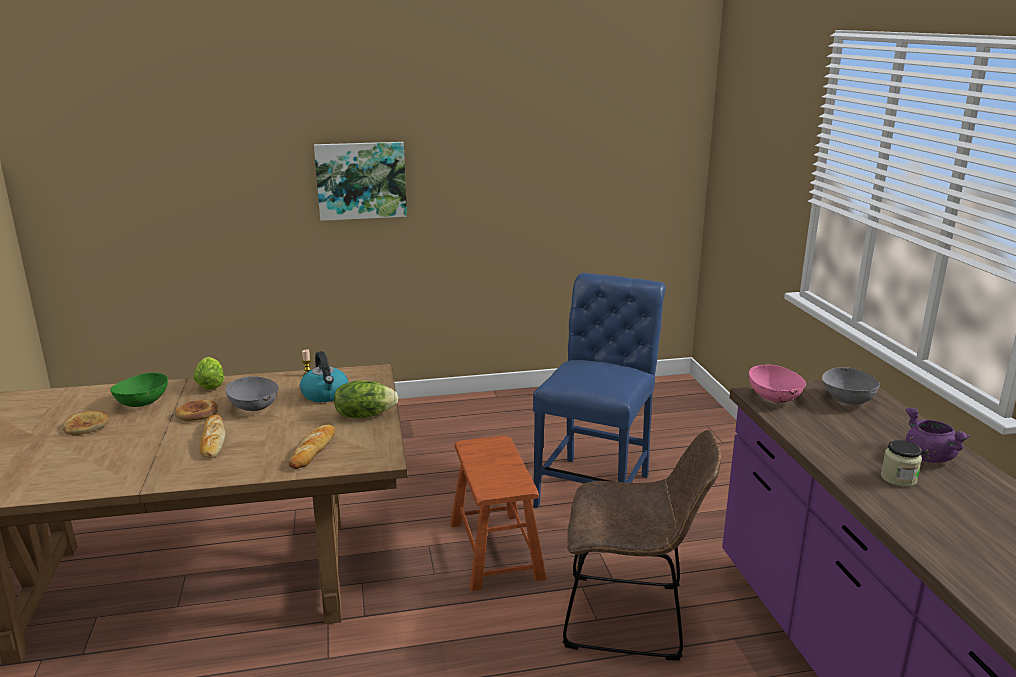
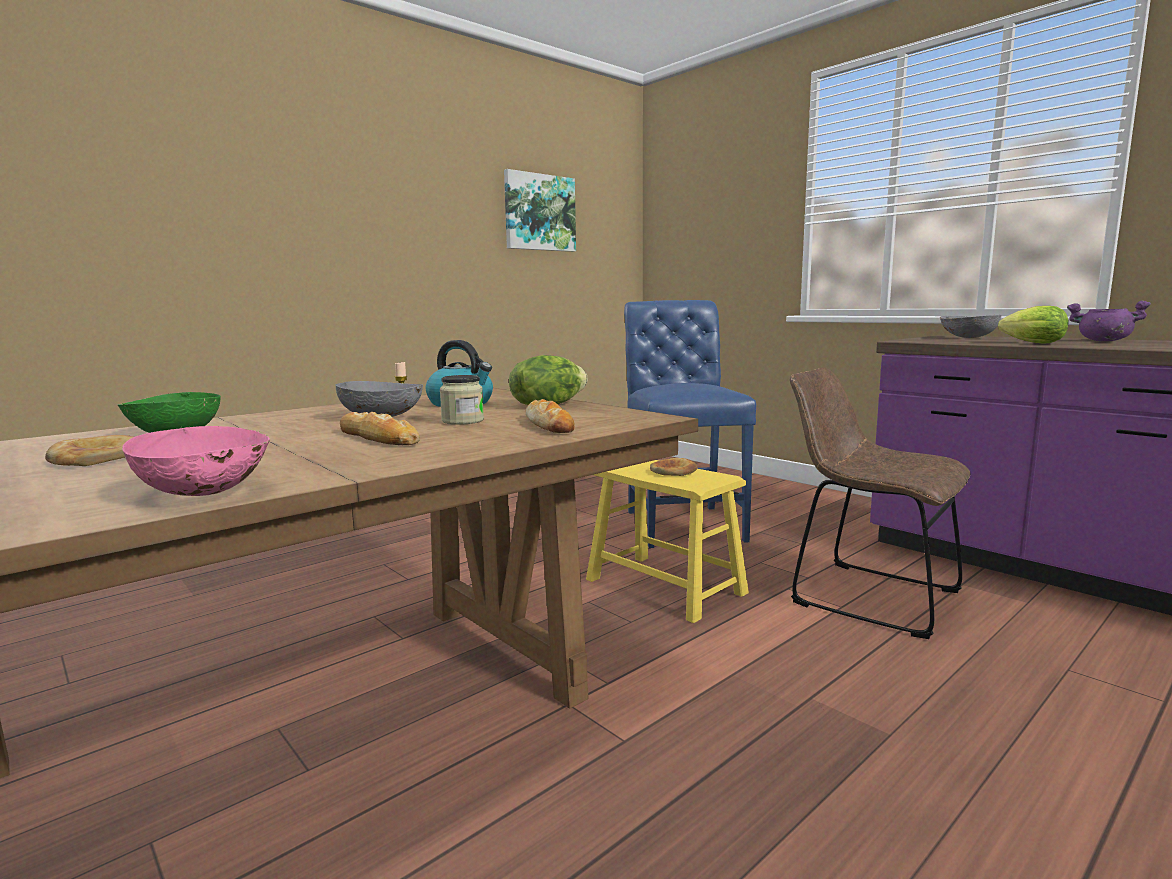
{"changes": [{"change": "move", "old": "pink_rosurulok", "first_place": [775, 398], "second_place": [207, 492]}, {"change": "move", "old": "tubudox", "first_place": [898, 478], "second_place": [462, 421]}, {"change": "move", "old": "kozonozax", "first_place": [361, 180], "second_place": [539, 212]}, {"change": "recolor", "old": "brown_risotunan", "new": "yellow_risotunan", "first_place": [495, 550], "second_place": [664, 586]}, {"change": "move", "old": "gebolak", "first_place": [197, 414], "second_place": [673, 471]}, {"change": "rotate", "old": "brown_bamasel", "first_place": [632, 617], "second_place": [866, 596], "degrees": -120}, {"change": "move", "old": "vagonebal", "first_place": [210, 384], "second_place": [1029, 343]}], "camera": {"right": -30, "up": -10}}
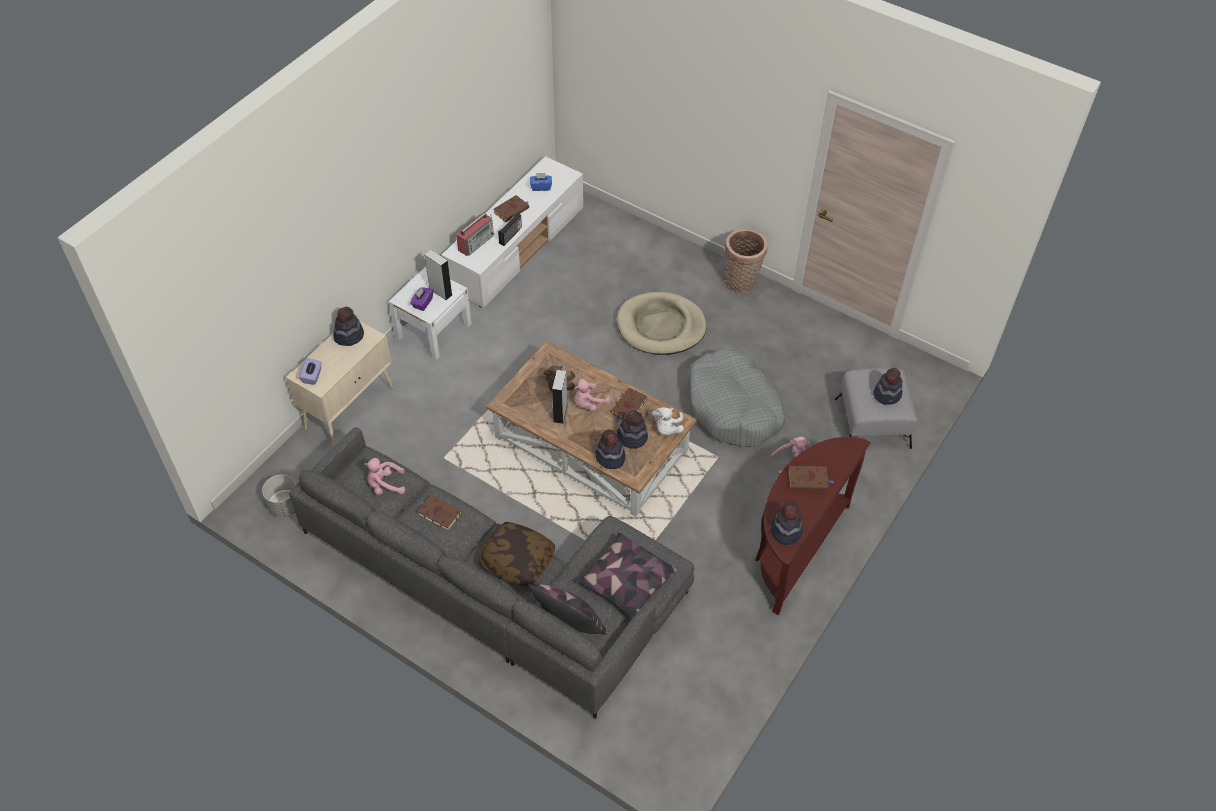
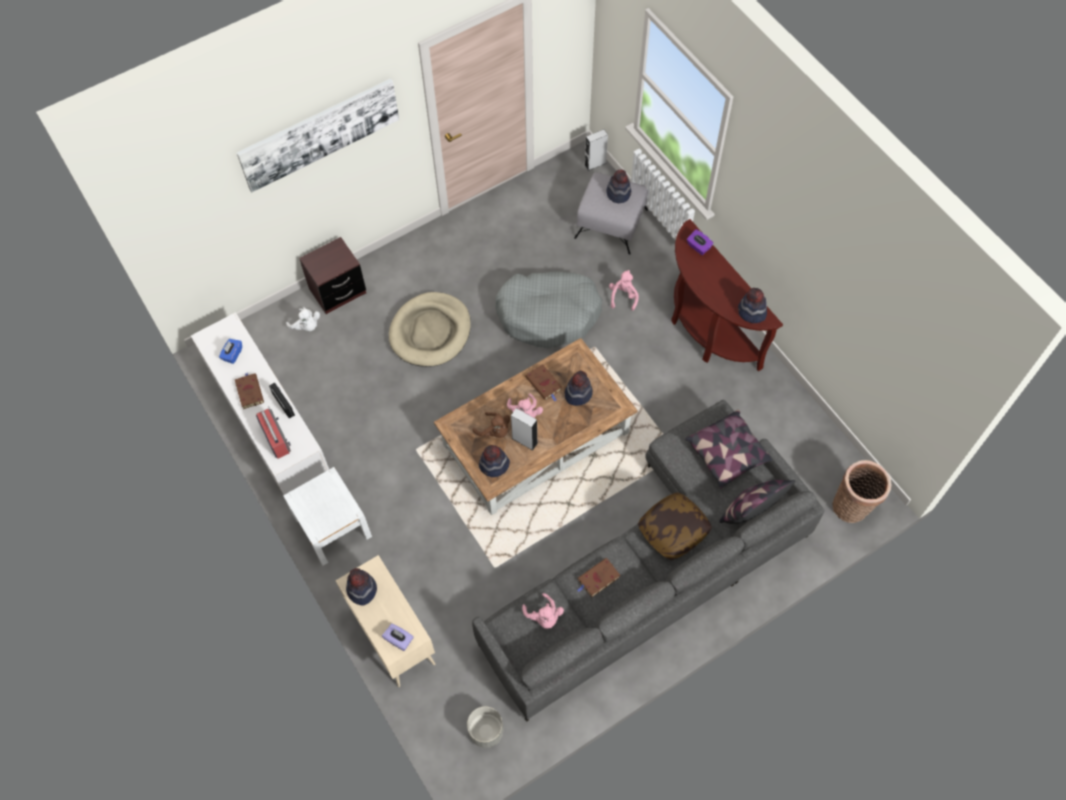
{"changes": [{"change": "insert", "new": "kozonozax", "second_place": [319, 134]}, {"change": "move", "old": "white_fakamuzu", "first_place": [667, 428], "second_place": [306, 326]}, {"change": "insert", "new": "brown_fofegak", "second_place": [338, 291]}, {"change": "move", "old": "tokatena", "first_place": [610, 457], "second_place": [494, 465]}, {"change": "rotate", "old": "pink_fakamuzu", "first_place": [385, 485], "second_place": [544, 616], "degrees": -45}, {"change": "move", "old": "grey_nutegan", "first_place": [440, 292], "second_place": [595, 164]}, {"change": "move", "old": "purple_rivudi", "first_place": [422, 303], "second_place": [698, 247]}, {"change": "move", "old": "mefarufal", "first_place": [741, 283], "second_place": [852, 506]}, {"change": "delete", "old": "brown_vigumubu", "first_place": [809, 479]}], "camera": {"right": -65, "up": 10}}
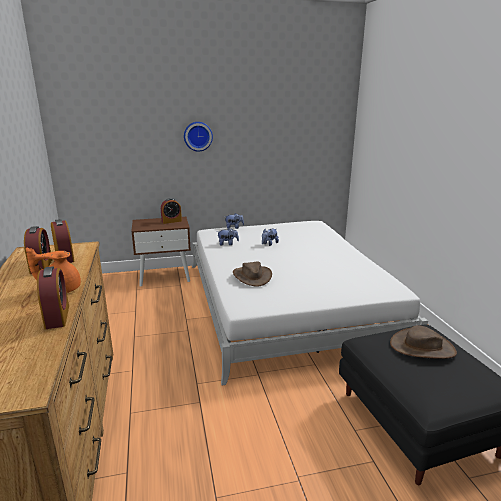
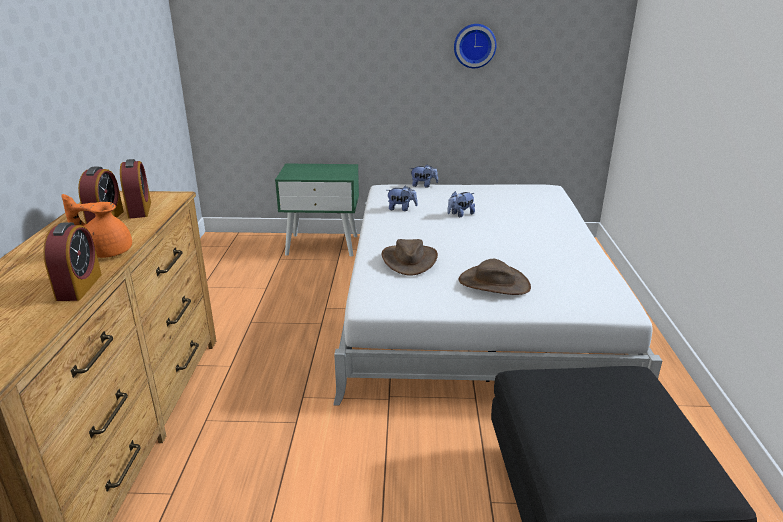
{"changes": [{"change": "recolor", "old": "brown_fofegak", "new": "green_fofegak", "first_place": [164, 276], "second_place": [322, 245]}, {"change": "move", "old": "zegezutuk", "first_place": [198, 136], "second_place": [474, 45]}, {"change": "move", "old": "brown_tokatena", "first_place": [422, 347], "second_place": [494, 283]}, {"change": "delete", "old": "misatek", "first_place": [171, 221]}], "camera": {"right": 15, "up": 5}}
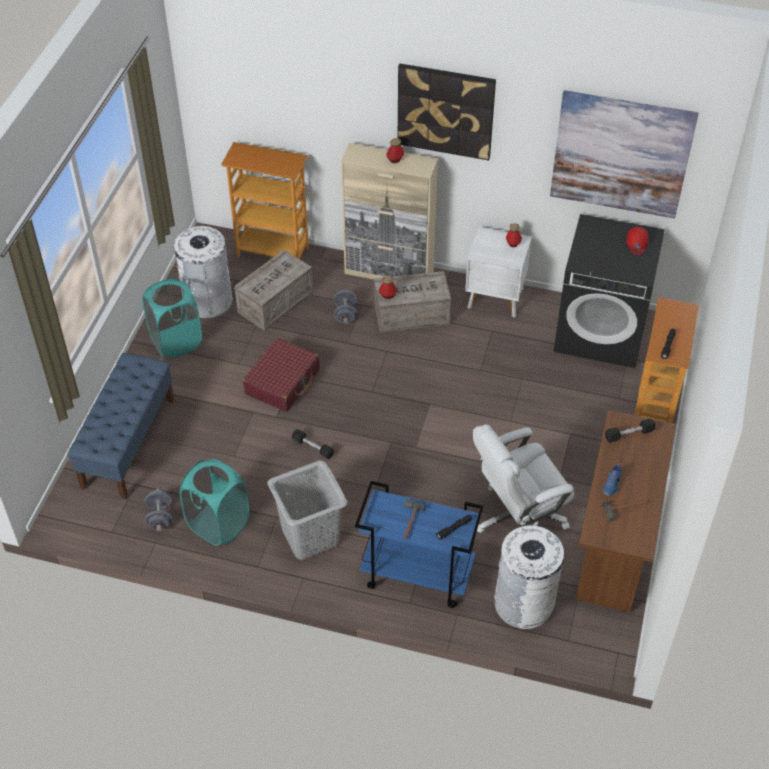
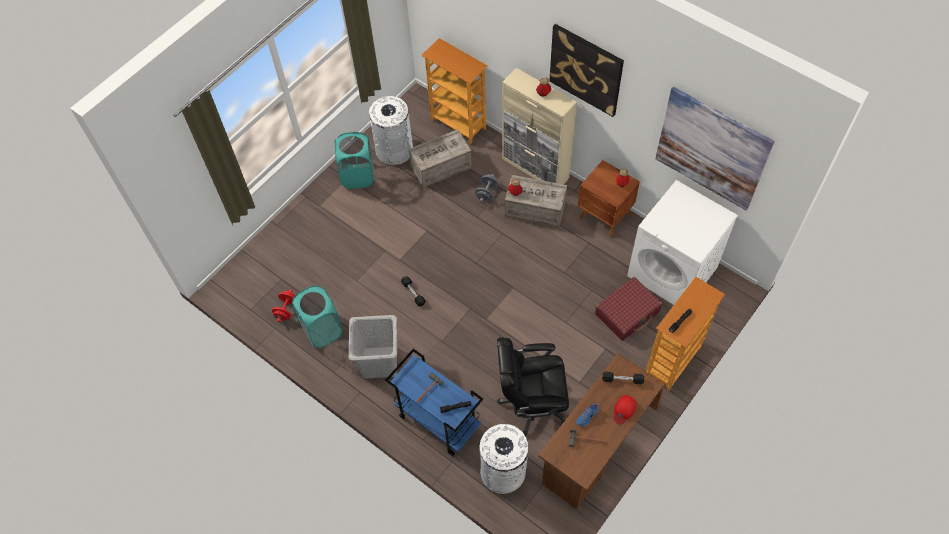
{"changes": [{"change": "recolor", "old": "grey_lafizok", "new": "red_lafizok", "first_place": [160, 517], "second_place": [286, 310]}, {"change": "recolor", "old": "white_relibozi", "new": "black_relibozi", "first_place": [518, 518], "second_place": [532, 403]}, {"change": "recolor", "old": "white_fofegak", "new": "brown_fofegak", "first_place": [496, 299], "second_place": [605, 216]}, {"change": "move", "old": "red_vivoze", "first_place": [282, 382], "second_place": [627, 313]}, {"change": "move", "old": "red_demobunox", "first_place": [637, 243], "second_place": [624, 410]}, {"change": "recolor", "old": "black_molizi", "new": "white_molizi", "first_place": [601, 332], "second_place": [673, 272]}, {"change": "delete", "old": "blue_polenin", "first_place": [128, 443]}], "camera": {"right": 25, "up": 10}}
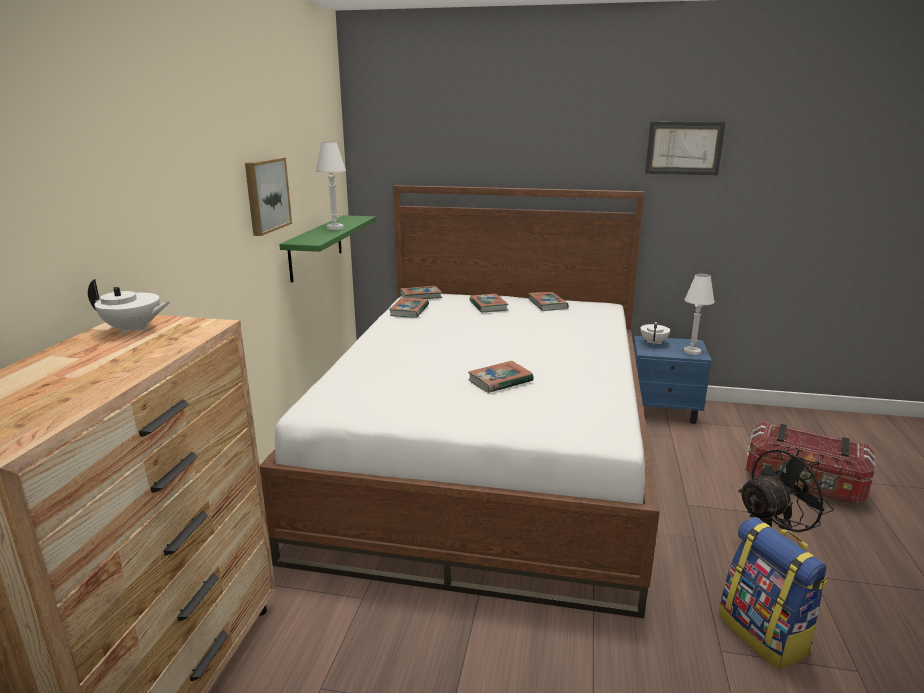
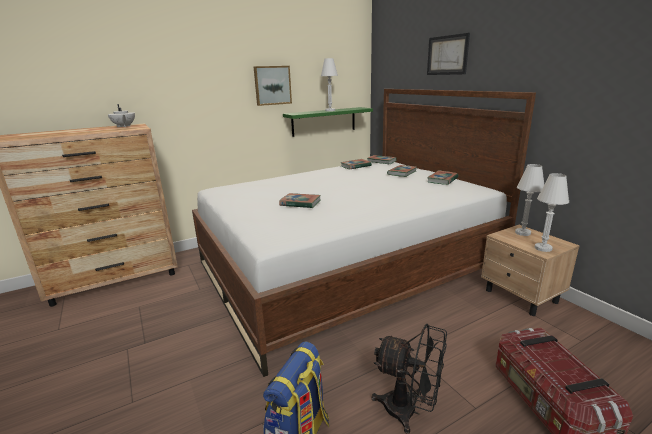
{"changes": [{"change": "move", "old": "kozonozax", "first_place": [684, 148], "second_place": [447, 55]}, {"change": "recolor", "old": "blue_fofegak", "new": "beige_fofegak", "first_place": [664, 411], "second_place": [521, 297]}, {"change": "replace", "old": "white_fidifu", "new": "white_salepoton", "first_place": [654, 343], "second_place": [522, 233]}], "camera": {"right": 50, "up": 0}}
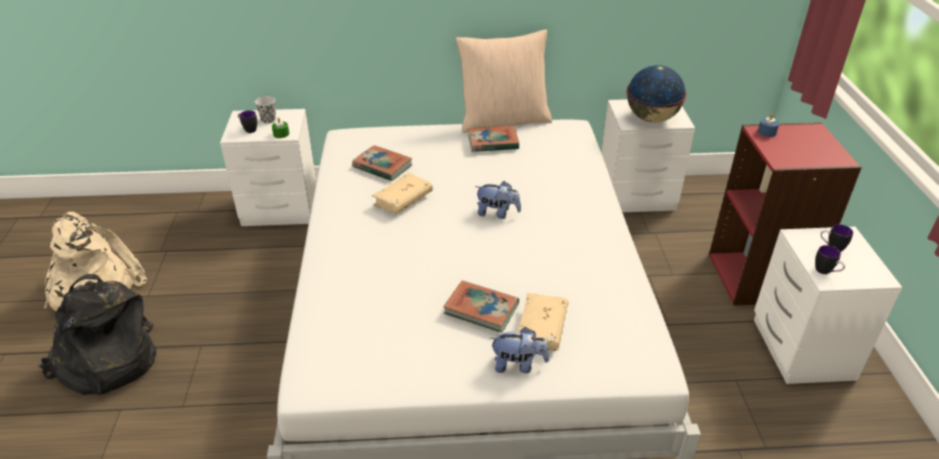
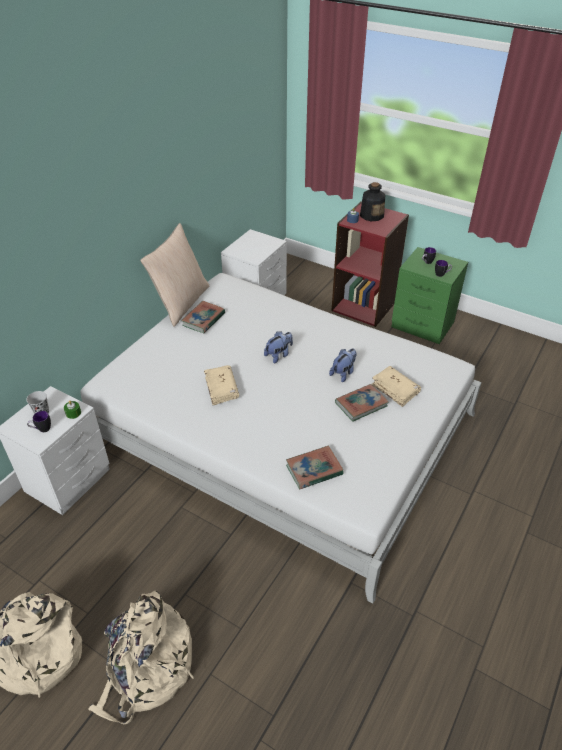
{"changes": [{"change": "recolor", "old": "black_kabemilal", "new": "beige_kabemilal", "first_place": [106, 362], "second_place": [146, 669]}, {"change": "move", "old": "vigumubu", "first_place": [382, 166], "second_place": [314, 470]}, {"change": "move", "old": "fakamuzu", "first_place": [518, 365], "second_place": [343, 373]}, {"change": "insert", "new": "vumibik", "second_place": [371, 215]}, {"change": "recolor", "old": "white_fofegak", "new": "green_fofegak", "first_place": [801, 350], "second_place": [423, 325]}, {"change": "delete", "old": "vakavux", "first_place": [652, 118]}], "camera": {"right": -55, "up": 5}}
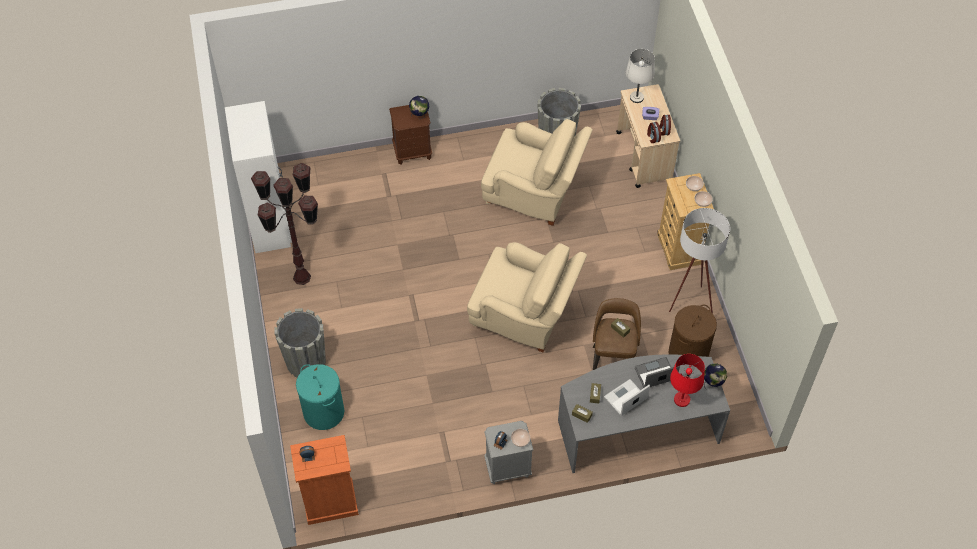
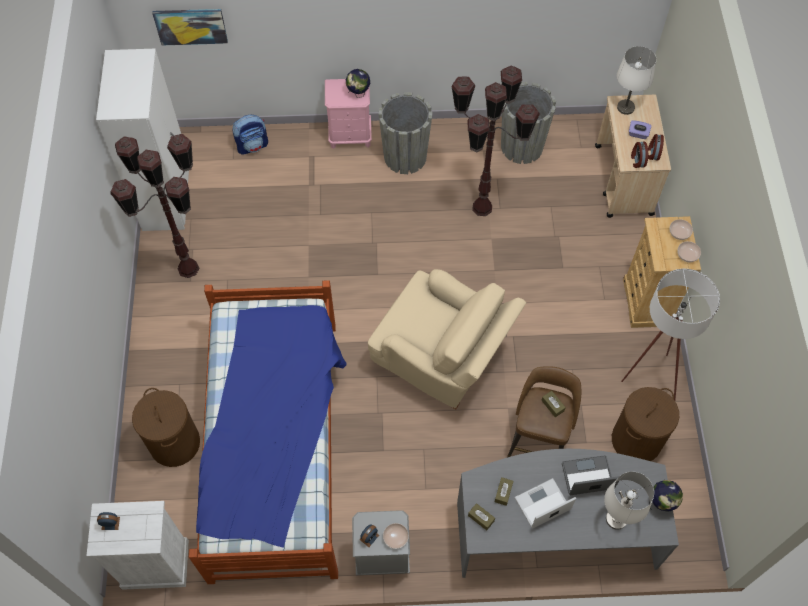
{"changes": [{"change": "recolor", "old": "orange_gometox", "new": "white_gometox", "first_place": [330, 503], "second_place": [155, 564]}, {"change": "recolor", "old": "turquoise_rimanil", "new": "brown_rimanil", "first_place": [323, 412], "second_place": [174, 443]}, {"change": "insert", "new": "kozonozax", "second_place": [190, 26]}, {"change": "insert", "new": "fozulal", "second_place": [277, 446]}, {"change": "insert", "new": "kabemilal", "second_place": [252, 145]}, {"change": "recolor", "old": "brown_fofegak", "new": "pink_fofegak", "first_place": [412, 152], "second_place": [350, 135]}, {"change": "move", "old": "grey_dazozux", "first_place": [306, 362], "second_place": [405, 157]}, {"change": "replace", "old": "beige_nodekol", "new": "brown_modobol", "first_place": [534, 195], "second_place": [482, 208]}, {"change": "recolor", "old": "red_salepoton", "new": "white_salepoton", "first_place": [682, 399], "second_place": [616, 519]}], "camera": {"right": 10, "up": 5}}
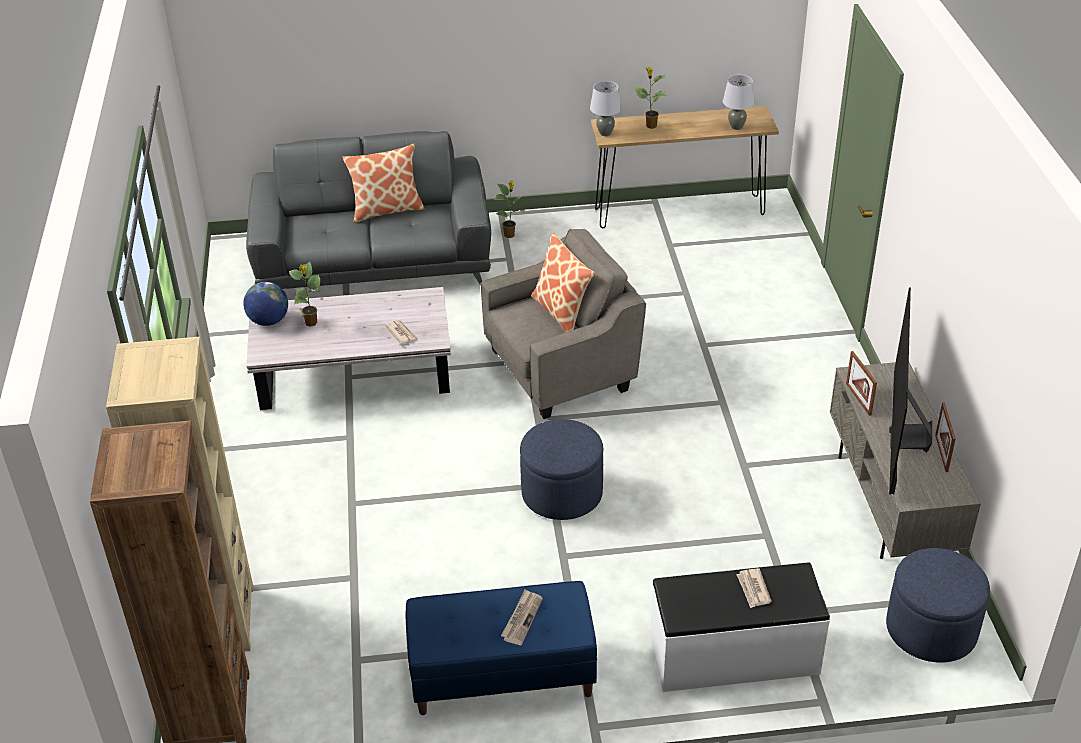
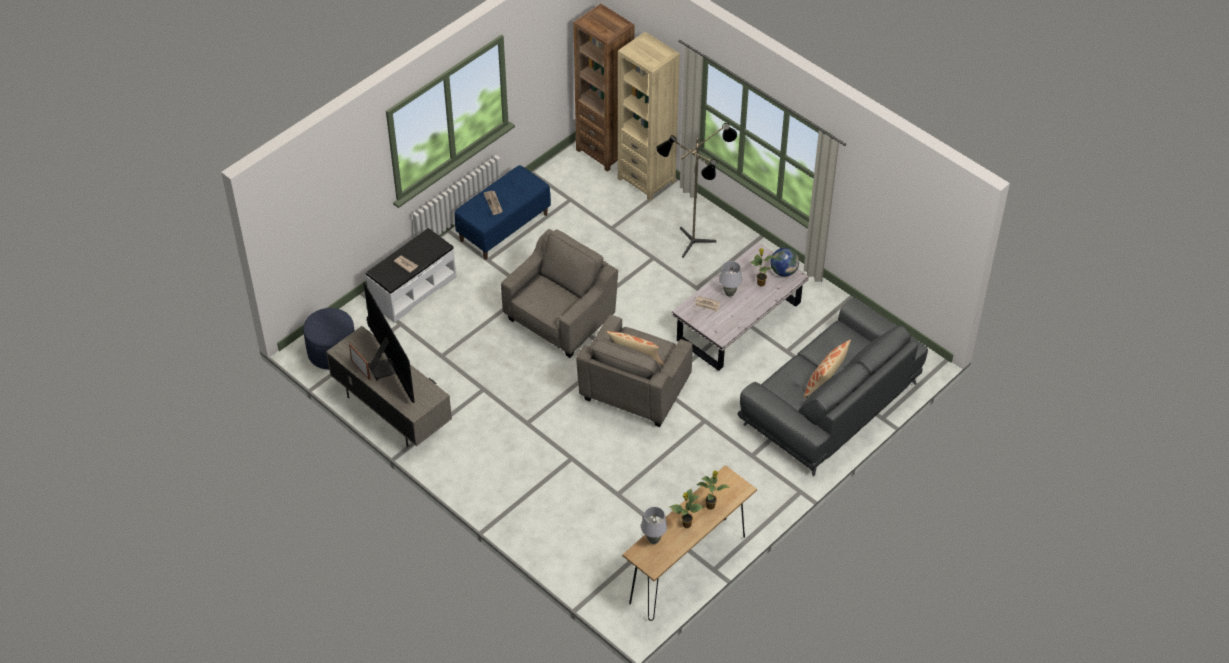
{"changes": [{"change": "replace", "old": "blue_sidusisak", "new": "grey_nodekol", "first_place": [562, 493], "second_place": [560, 320]}, {"change": "insert", "new": "modobol", "second_place": [694, 246]}, {"change": "move", "old": "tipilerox", "first_place": [510, 235], "second_place": [686, 525]}, {"change": "move", "old": "grey_salepoton", "first_place": [605, 133], "second_place": [729, 293]}, {"change": "delete", "old": "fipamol", "first_place": [858, 399]}], "camera": {"right": 140, "up": 10}}
